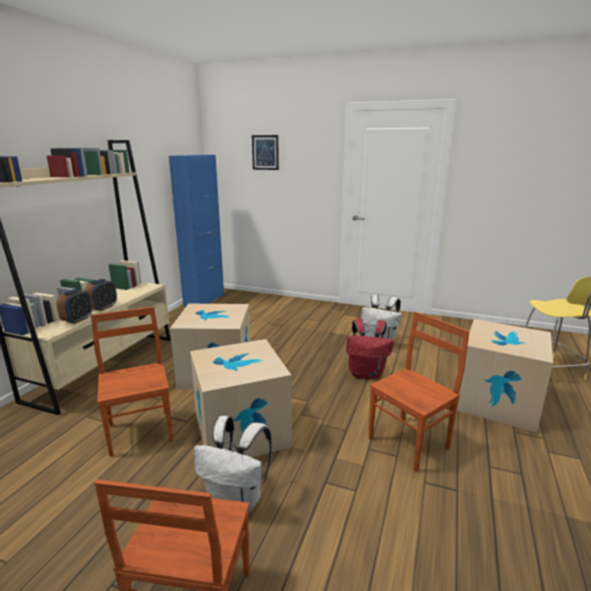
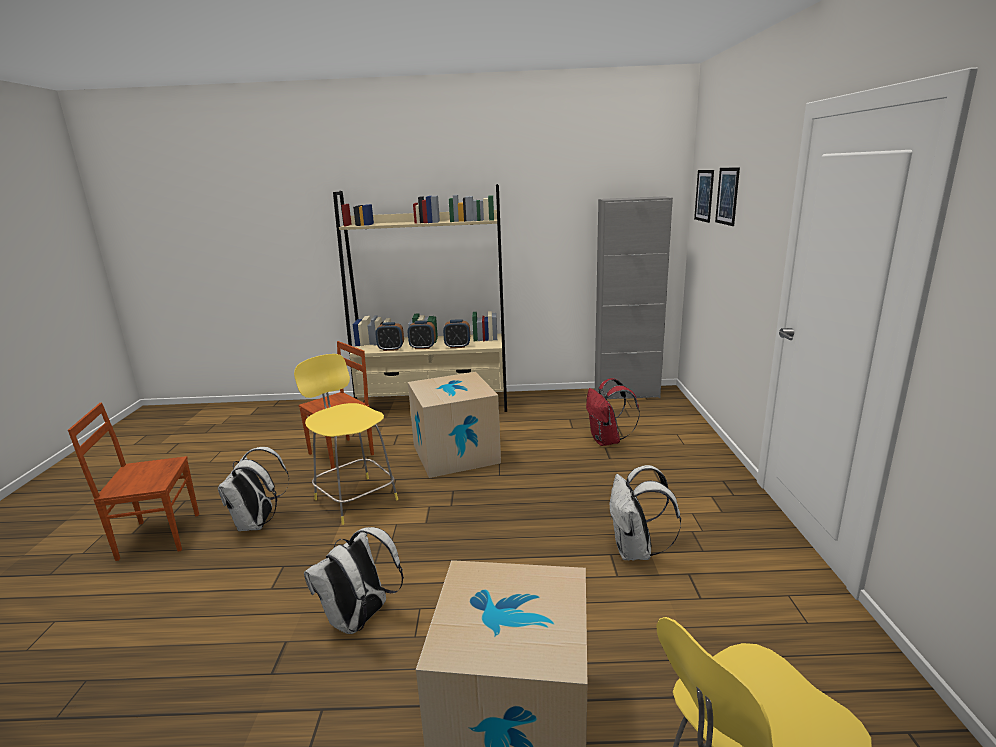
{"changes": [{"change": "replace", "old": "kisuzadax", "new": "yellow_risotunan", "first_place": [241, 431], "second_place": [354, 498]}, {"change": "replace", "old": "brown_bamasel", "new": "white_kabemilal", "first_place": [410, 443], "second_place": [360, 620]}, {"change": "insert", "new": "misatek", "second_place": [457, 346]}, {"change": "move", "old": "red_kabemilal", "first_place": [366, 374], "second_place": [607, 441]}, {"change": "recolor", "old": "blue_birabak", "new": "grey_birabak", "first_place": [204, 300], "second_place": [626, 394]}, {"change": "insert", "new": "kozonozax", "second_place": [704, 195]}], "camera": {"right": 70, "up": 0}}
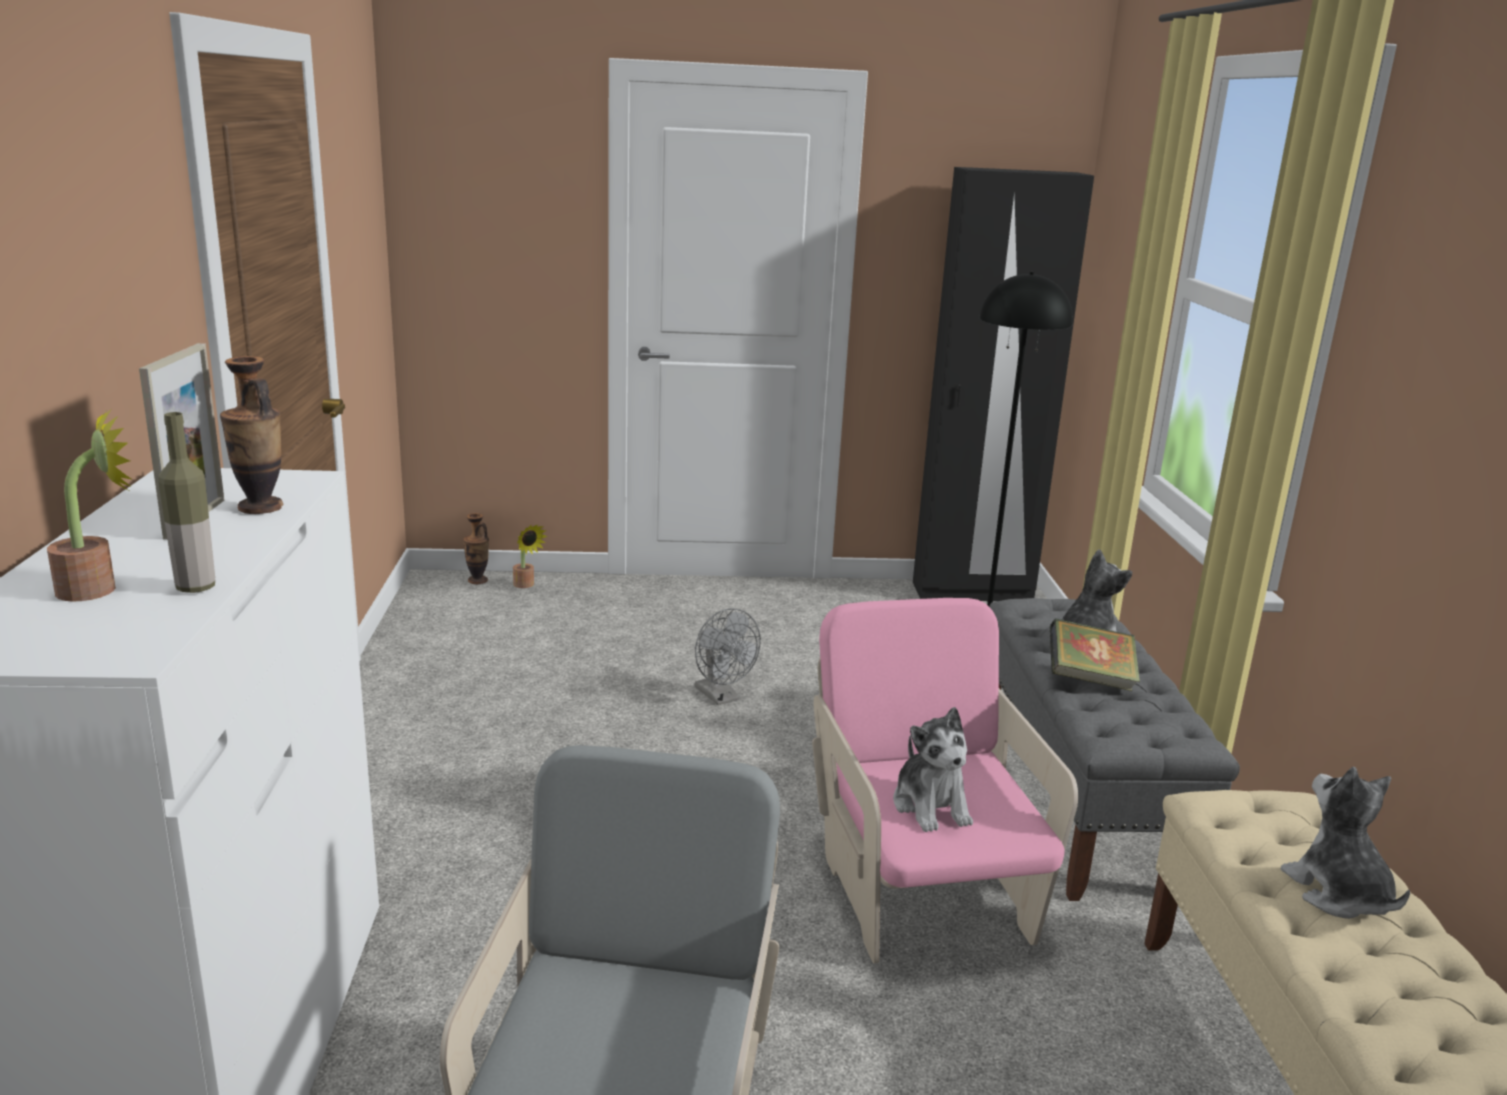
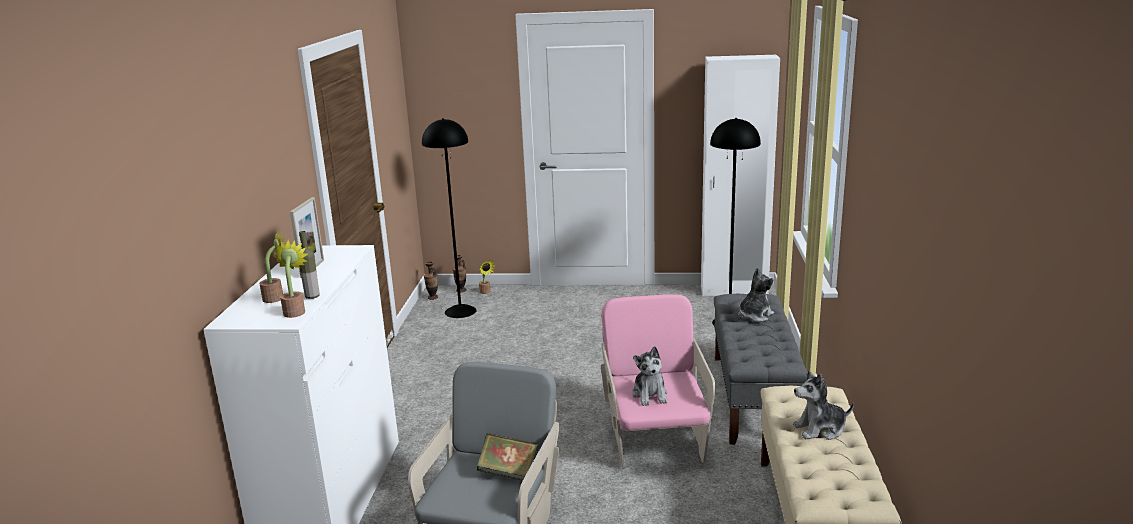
{"changes": [{"change": "insert", "new": "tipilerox", "second_place": [295, 311]}, {"change": "insert", "new": "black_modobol", "second_place": [461, 311]}, {"change": "move", "old": "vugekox", "first_place": [260, 507], "second_place": [433, 297]}, {"change": "move", "old": "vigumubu", "first_place": [1089, 679], "second_place": [509, 472]}, {"change": "recolor", "old": "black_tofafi", "new": "white_tofafi", "first_place": [972, 593], "second_place": [734, 291]}, {"change": "rotate", "old": "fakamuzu", "first_place": [1338, 894], "second_place": [820, 429], "degrees": -90}, {"change": "delete", "old": "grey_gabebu", "first_place": [721, 697]}], "camera": {"right": 10, "up": 0}}
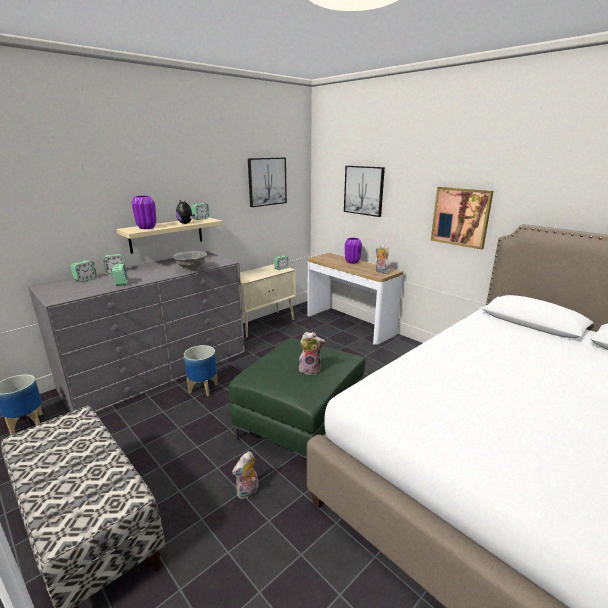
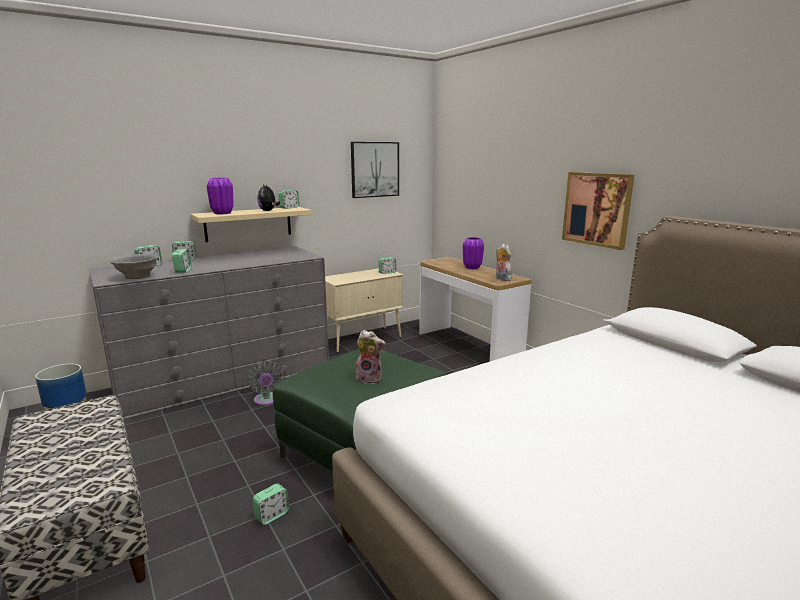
{"changes": [{"change": "move", "old": "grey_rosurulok", "first_place": [191, 269], "second_place": [137, 277]}, {"change": "replace", "old": "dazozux", "new": "grey_gabebu", "first_place": [203, 388], "second_place": [266, 401]}, {"change": "replace", "old": "fakamuzu", "new": "misatek", "first_place": [248, 492], "second_place": [272, 515]}, {"change": "delete", "old": "kozonozax", "first_place": [364, 190]}], "camera": {"right": 10, "up": -5}}
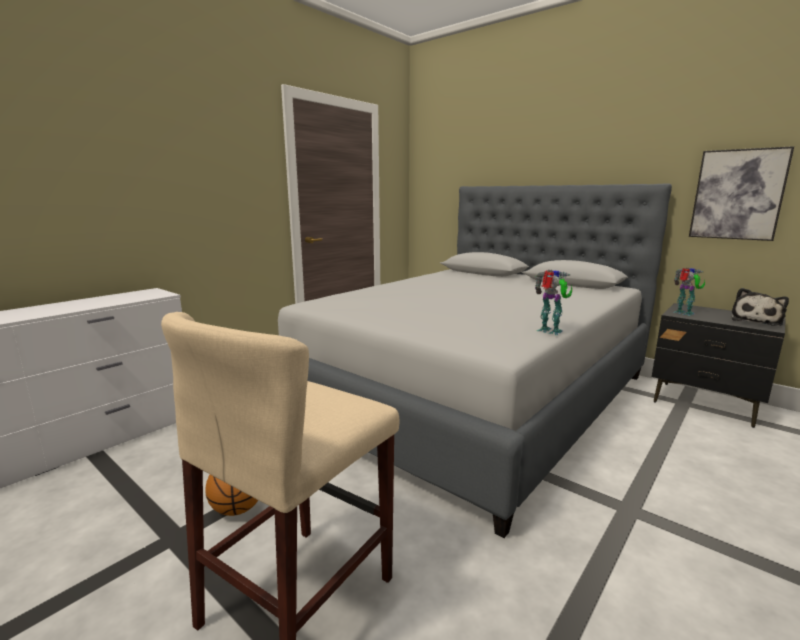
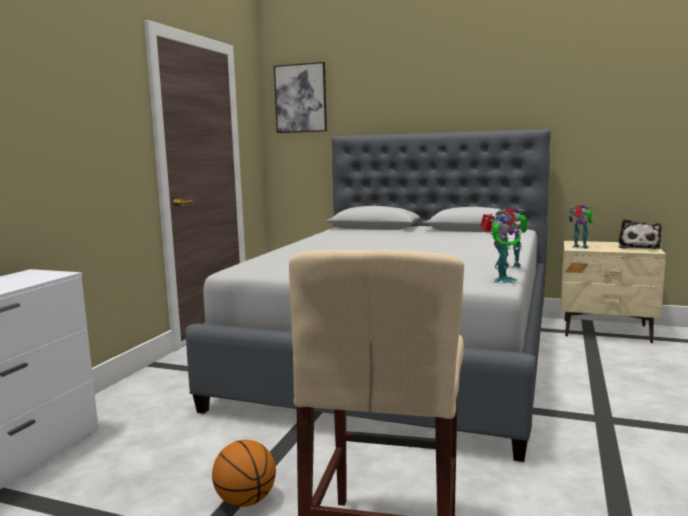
{"changes": [{"change": "move", "old": "kozonozax", "first_place": [737, 194], "second_place": [300, 98]}, {"change": "insert", "new": "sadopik", "second_place": [501, 280]}, {"change": "recolor", "old": "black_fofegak", "new": "beige_fofegak", "first_place": [705, 404], "second_place": [606, 331]}], "camera": {"right": -20, "up": -5}}
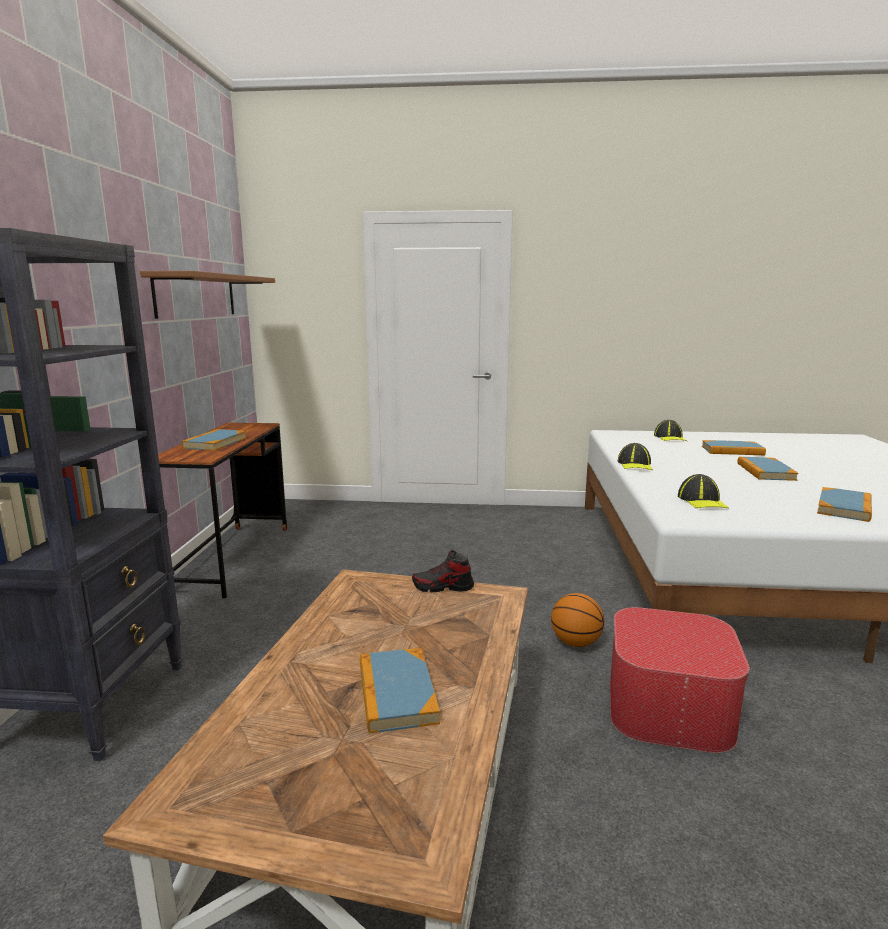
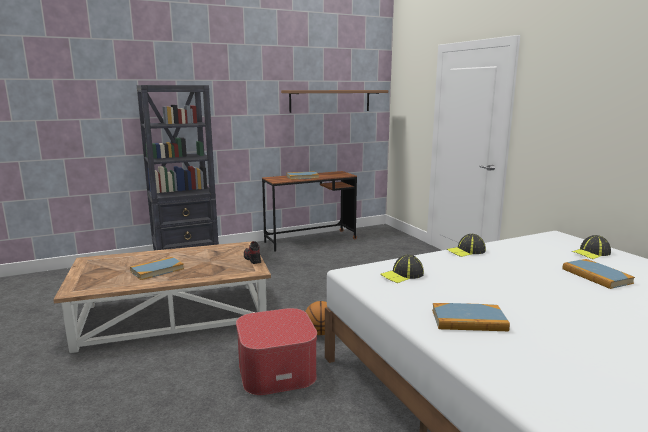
{"changes": [{"change": "delete", "old": "vigumubu", "first_place": [765, 471]}], "camera": {"right": 60, "up": 0}}
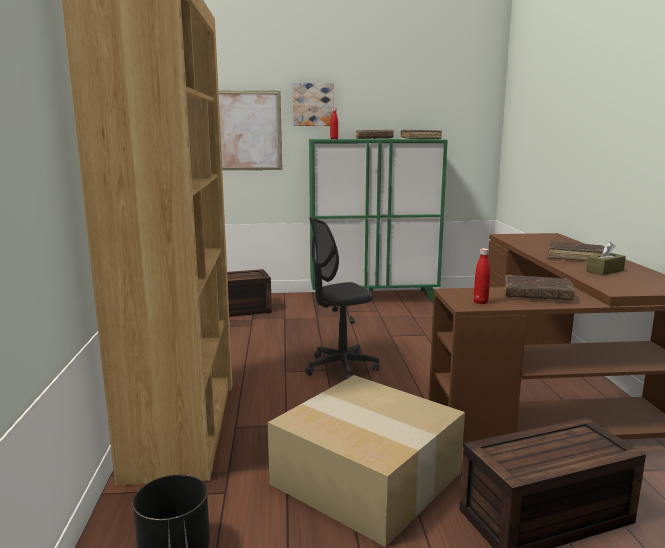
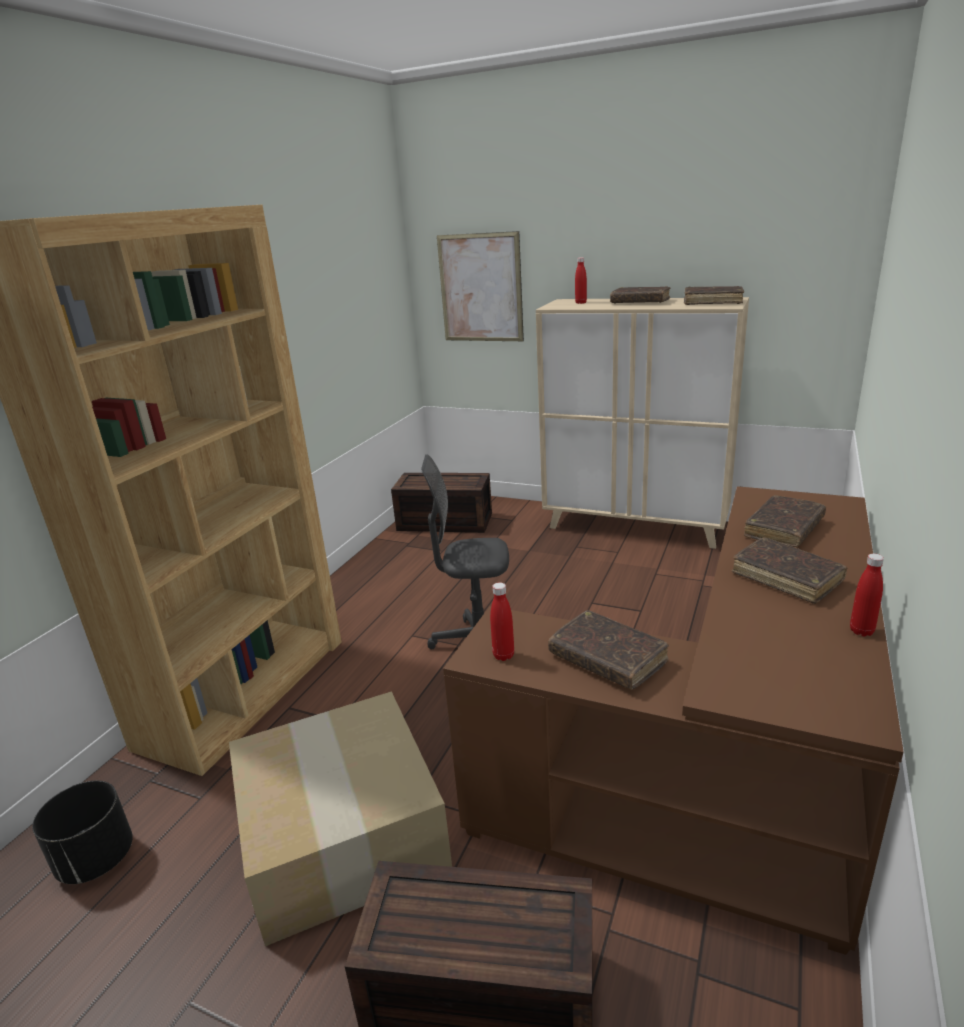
{"changes": [{"change": "recolor", "old": "green_birabak", "new": "beige_birabak", "first_place": [373, 297], "second_place": [635, 526]}, {"change": "insert", "new": "brown_vigumubu", "second_place": [784, 529]}, {"change": "insert", "new": "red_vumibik", "second_place": [861, 631]}, {"change": "delete", "old": "kozonozax", "first_place": [313, 104]}, {"change": "delete", "old": "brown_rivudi", "first_place": [604, 271]}], "camera": {"right": 30, "up": 10}}
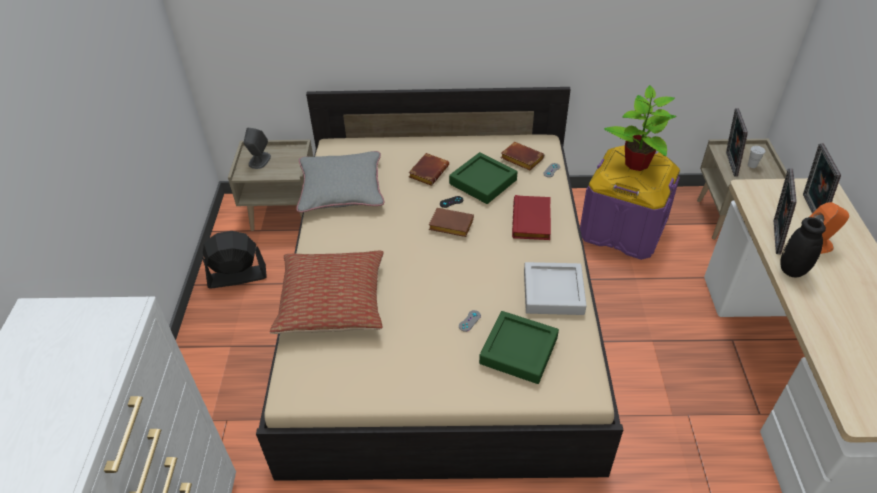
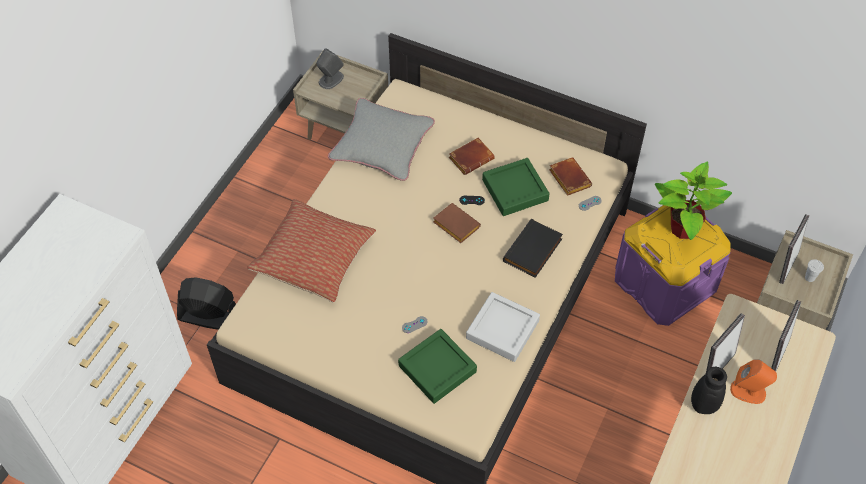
{"changes": [{"change": "move", "old": "black_gabebu", "first_place": [237, 276], "second_place": [210, 317]}, {"change": "recolor", "old": "red_vigumubu", "new": "black_vigumubu", "first_place": [532, 220], "second_place": [533, 251]}], "camera": {"right": 25, "up": 10}}
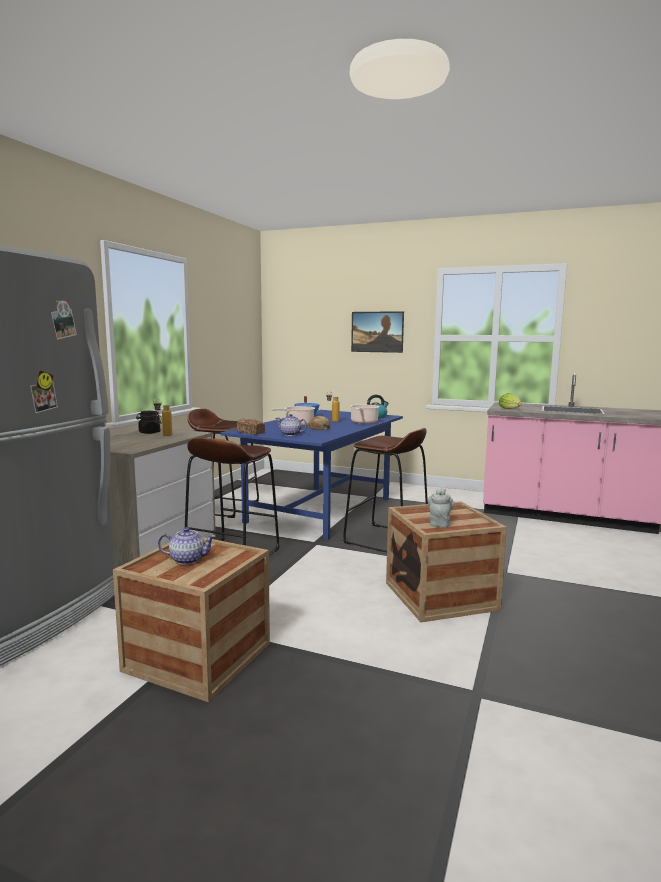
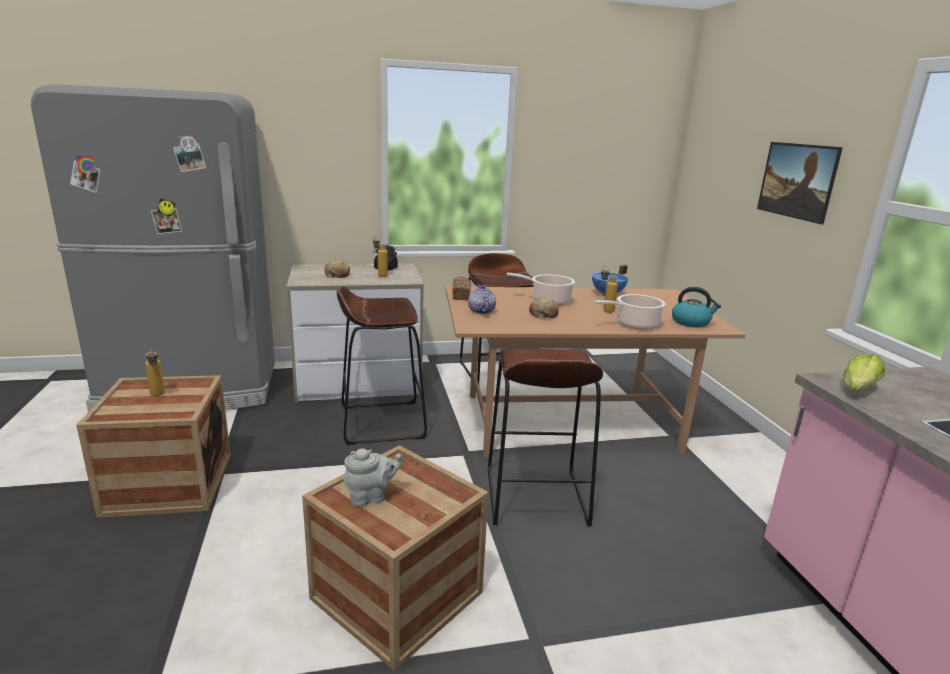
{"changes": [{"change": "replace", "old": "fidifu", "new": "vumibik", "first_place": [187, 560], "second_place": [158, 396]}, {"change": "insert", "new": "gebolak", "second_place": [337, 275]}, {"change": "recolor", "old": "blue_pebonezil", "new": "brown_pebonezil", "first_place": [321, 510], "second_place": [568, 422]}], "camera": {"right": 55, "up": 10}}
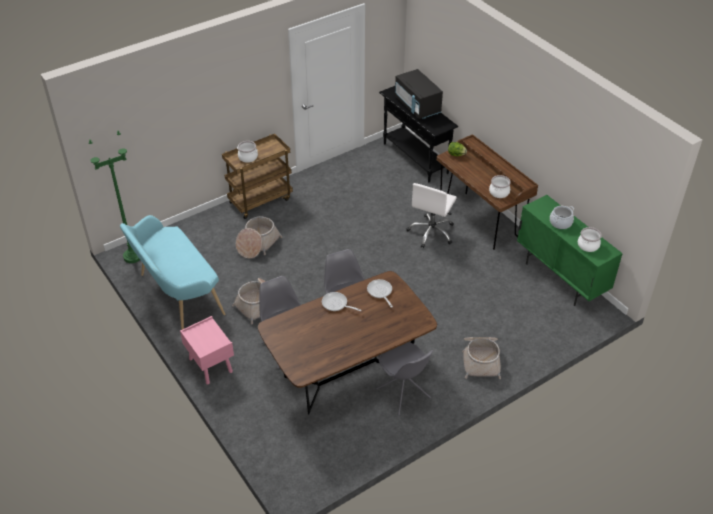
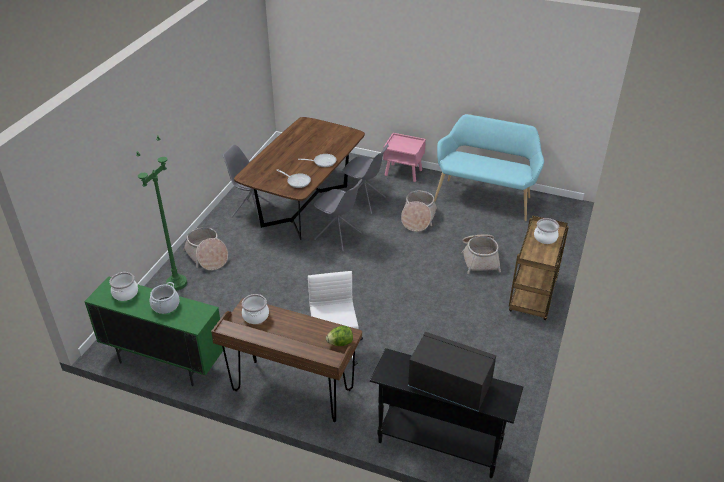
{"changes": [{"change": "move", "old": "green_modobol", "first_place": [133, 256], "second_place": [177, 283]}], "camera": {"right": 145, "up": -5}}
